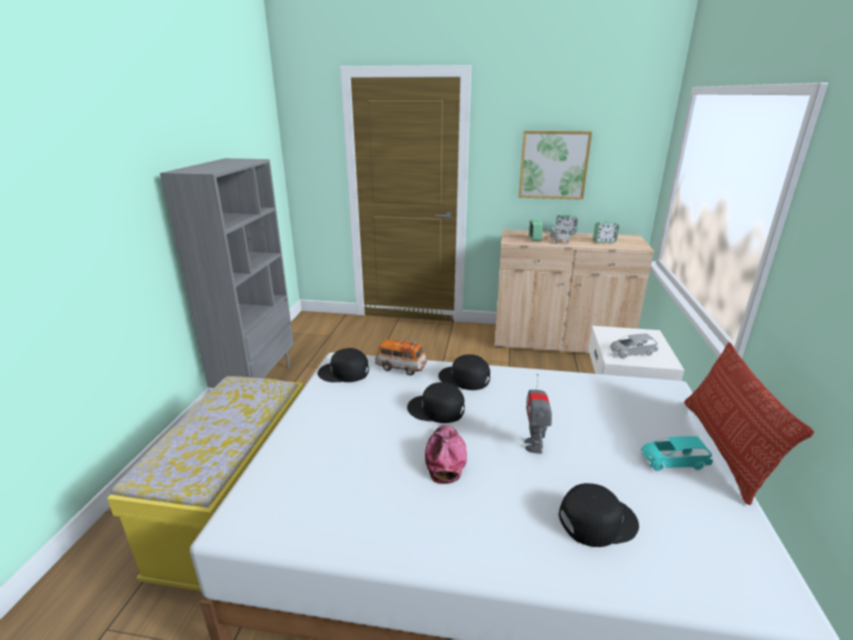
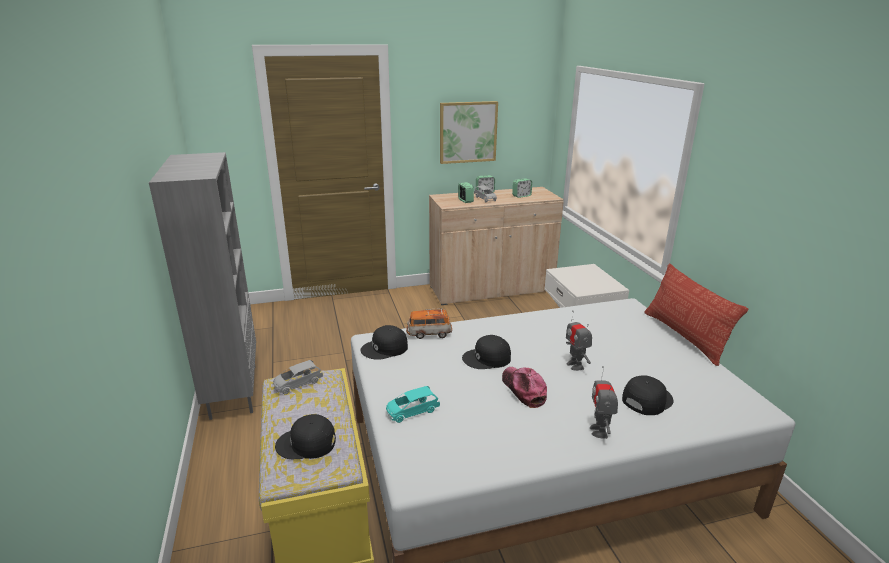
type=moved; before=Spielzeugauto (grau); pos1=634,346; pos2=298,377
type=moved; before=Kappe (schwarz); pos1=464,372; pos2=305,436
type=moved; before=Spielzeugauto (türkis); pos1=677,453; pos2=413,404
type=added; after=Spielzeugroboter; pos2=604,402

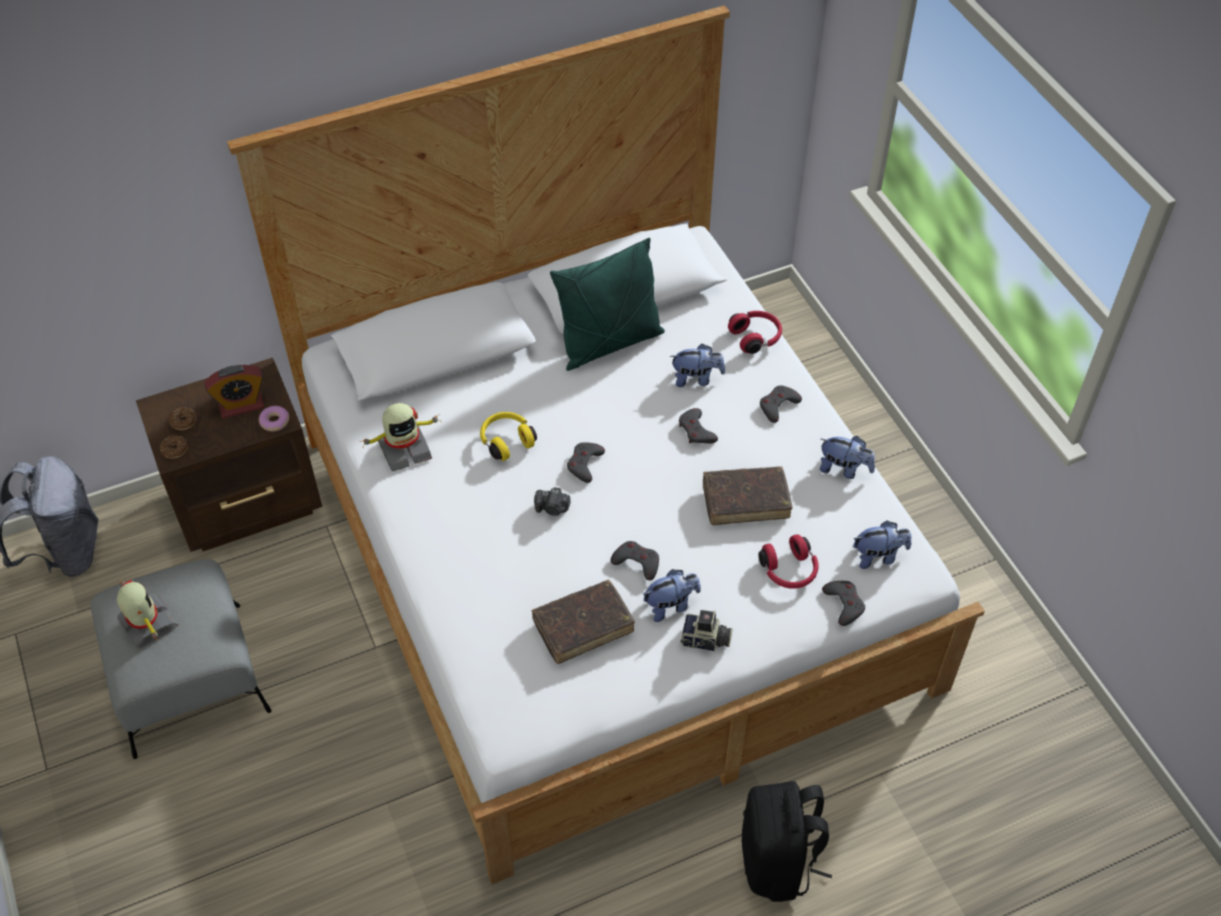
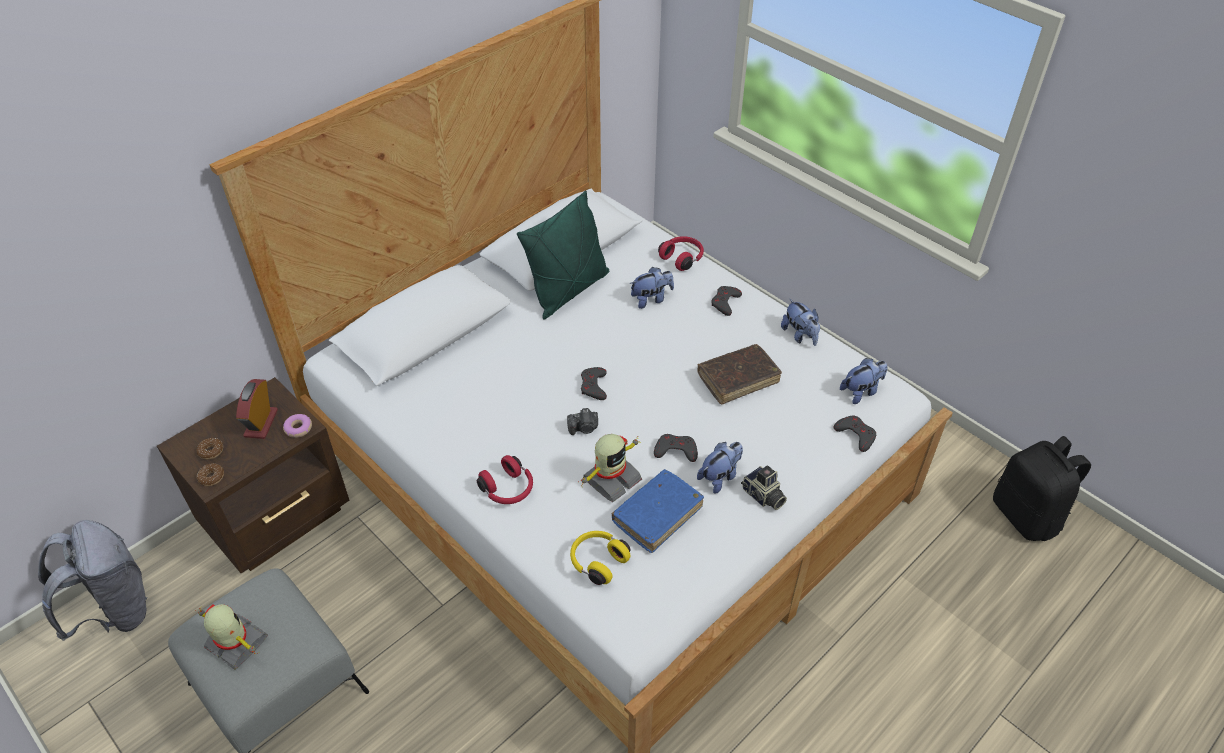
type=turned; before=Wecker; pos1=234,391; pos2=257,409; turn=135
type=moved; before=Spielzeugroboter; pos1=400,437; pos2=610,468
type=removed; before=Gamepad (grau); pos1=698,425
type=moved; before=Kopfhörer (gelb); pos1=508,436; pos2=600,558
type=turned; before=Plüschtier; pos1=847,457; pos2=800,322; turn=60
type=moved; before=Kopfhörer (rot); pos1=788,561; pos2=505,479
type=recoloured; before=Buch (braun); after=Buch (blau); pos1=583,622; pos2=658,511
type=turned; before=Kamera; pos1=707,630; pos2=764,487; turn=60
type=moved; before=Rucksack (schwarz); pos1=786,841; pos2=1042,488

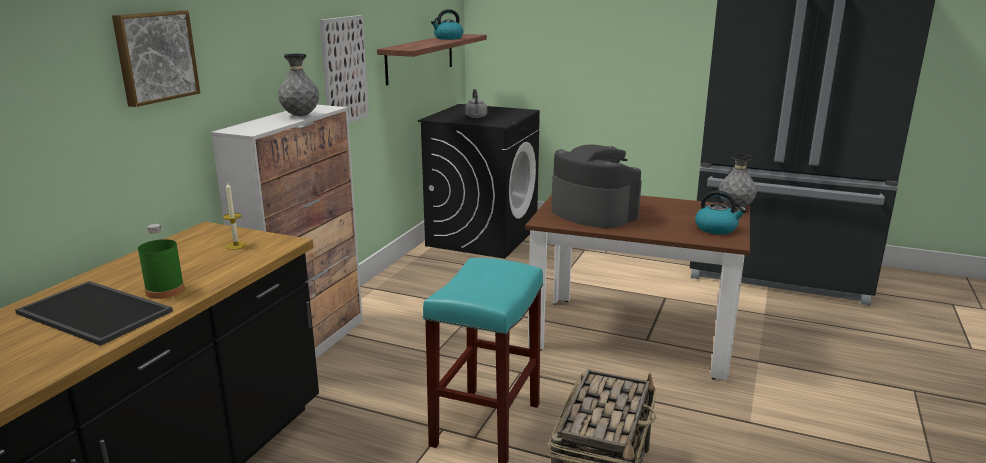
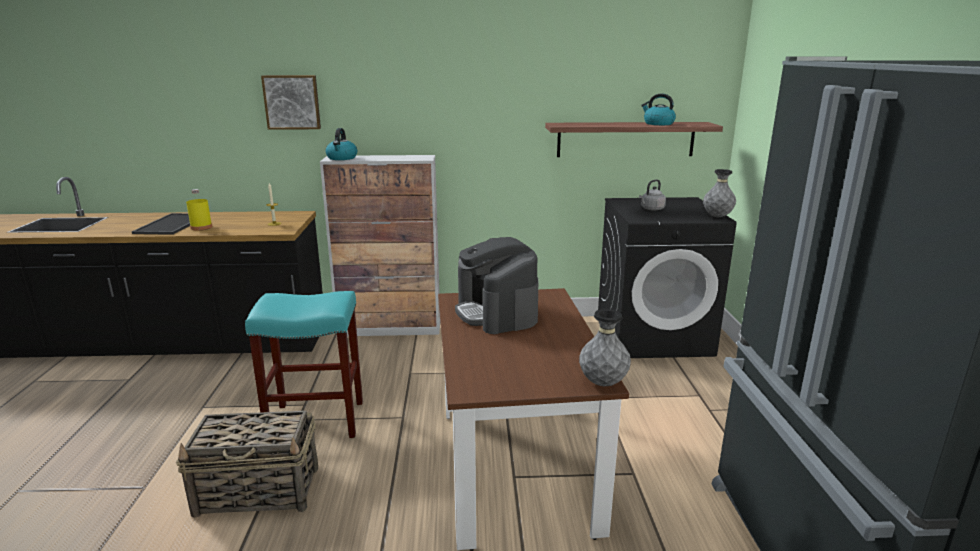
type=removed; before=Bild; pos1=344,69
type=moved; before=Vase (grau); pos1=298,84; pos2=719,193
type=turned; before=Kaffeemaschine; pos1=596,186; pos2=496,285; turn=135
type=moved; before=Wasserkessel; pos1=721,213; pos2=341,144
type=recoloured; before=Flasche (grün); after=Flasche (gelb); pos1=161,261; pos2=199,210

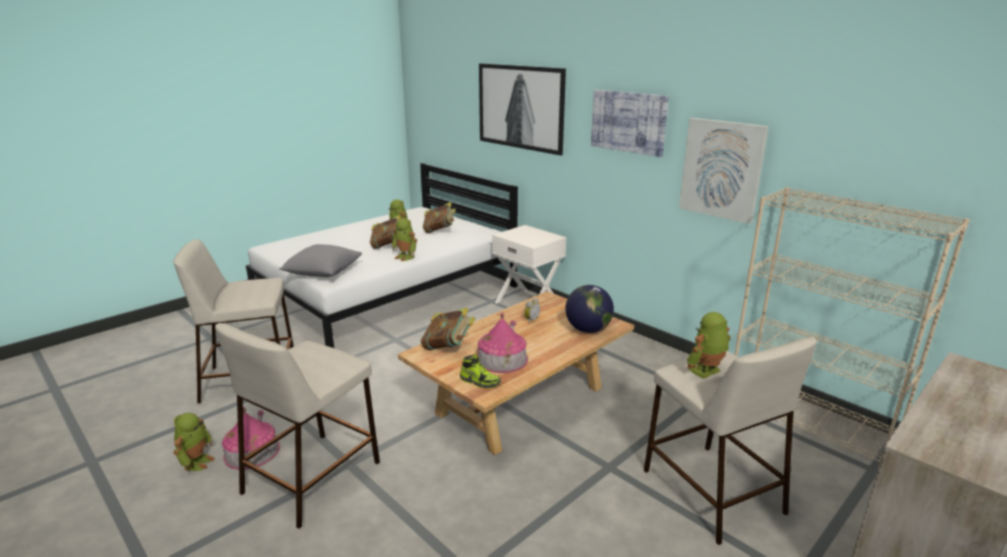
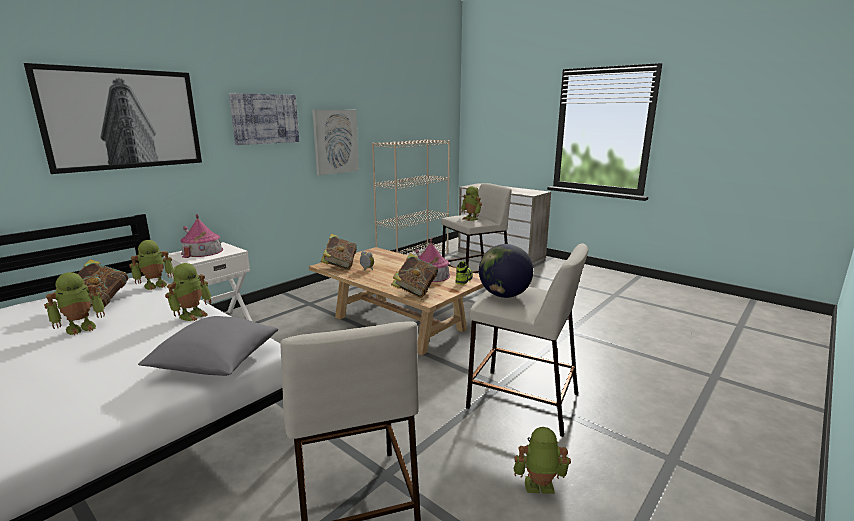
type=moved; before=Buch; pos1=385,232; pos2=339,252
type=moved; before=Globus; pos1=589,309; pos2=506,271
type=moved; before=Spielzeughaus; pos1=251,438; pos2=201,236
type=added; after=Spielzeugroboter; pos2=151,265

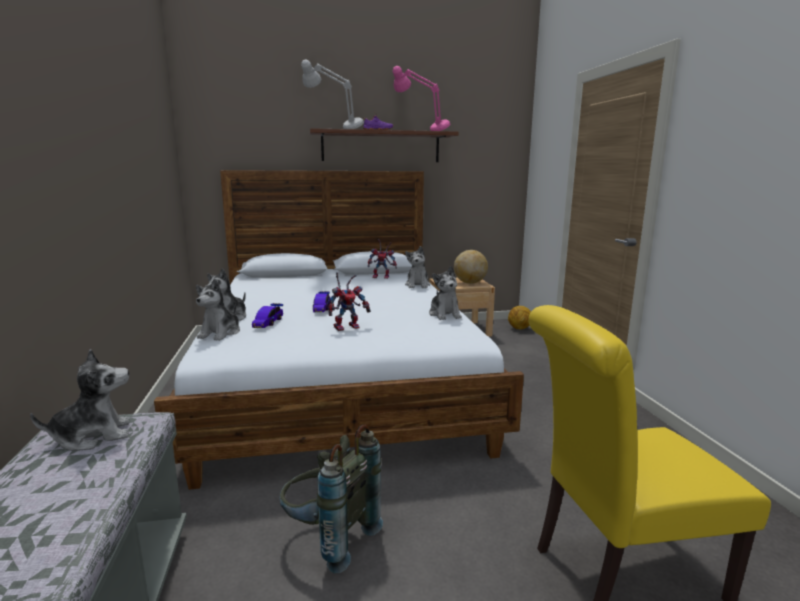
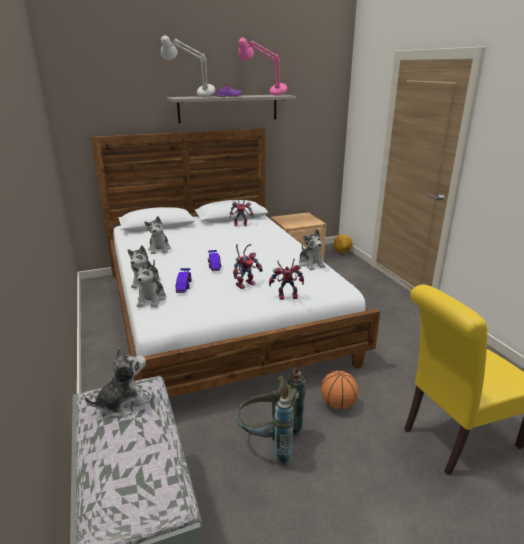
type=recoloured; before=Wandregal (braun); after=Wandregal (grau); pos1=384,145; pos2=231,108
type=moved; before=Plüschtier; pos1=417,267; pos2=157,235
type=removed; before=Globus; pos1=471,267
type=added; after=Spielzeugroboter; pos2=286,279
type=added; after=Basketball; pos2=339,390

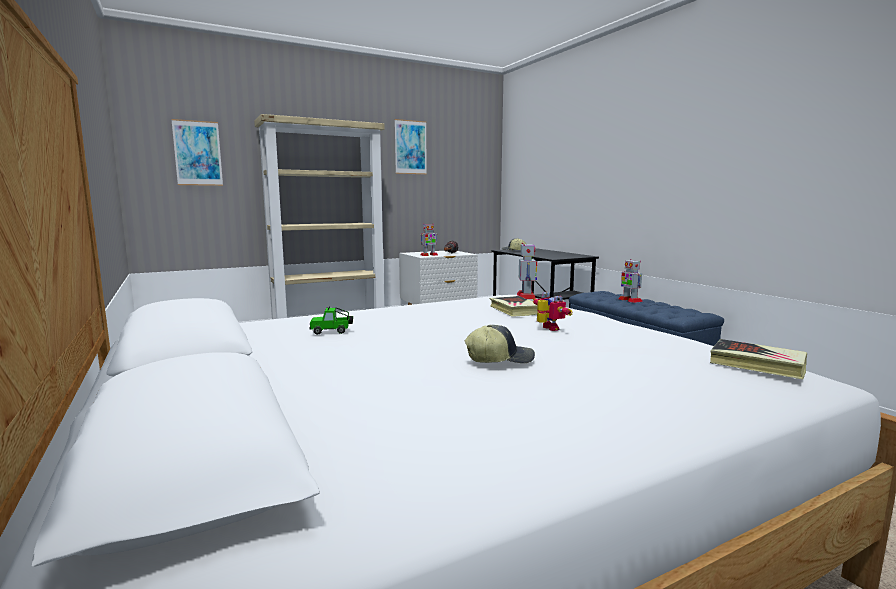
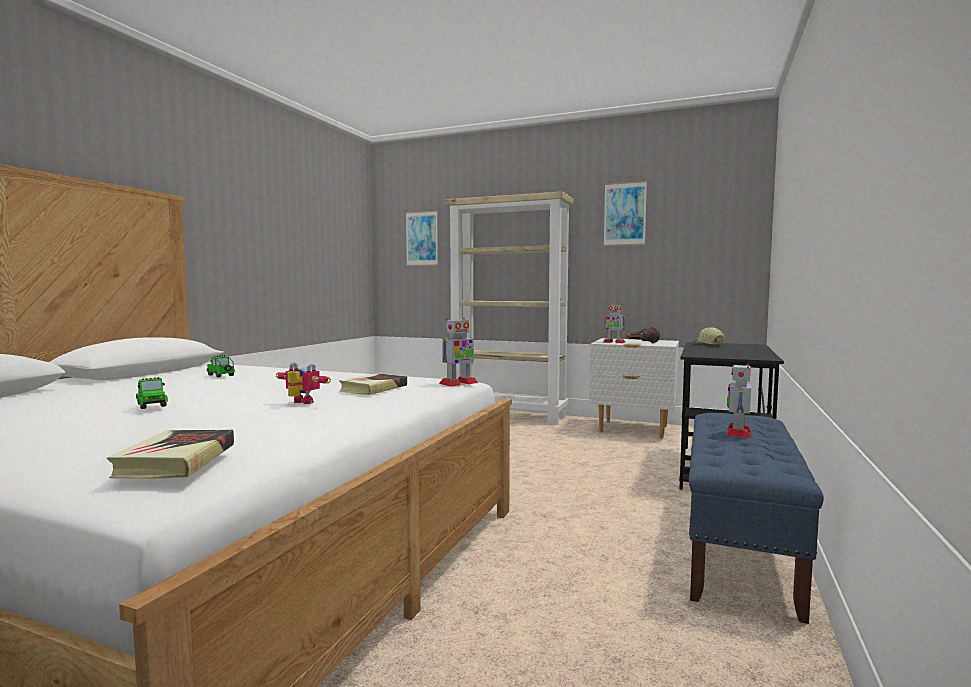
type=turned; before=Spielzeugroboter; pos1=552,311; pos2=303,383; turn=-90
type=replaced; before=Kappe; after=Spielzeugauto; pos1=499,344; pos2=152,393

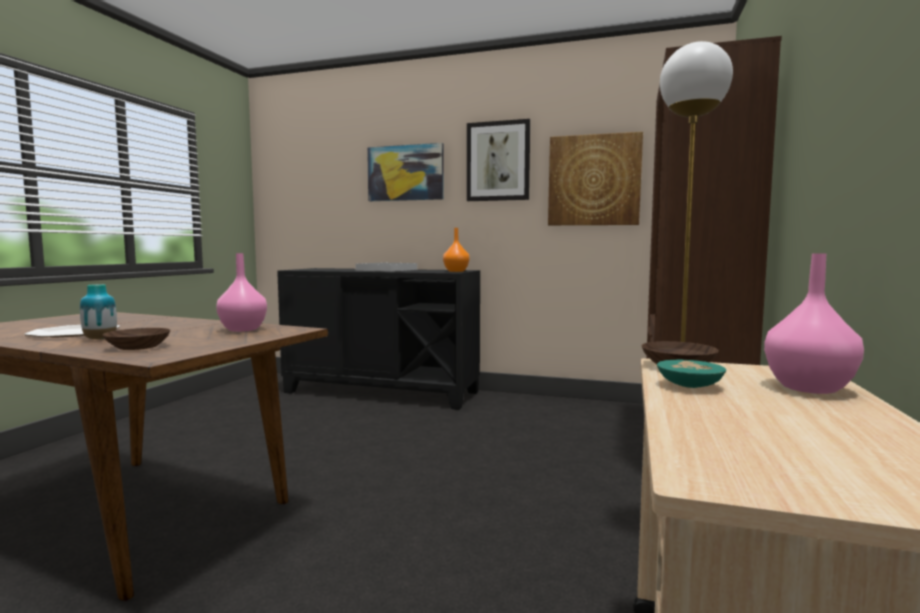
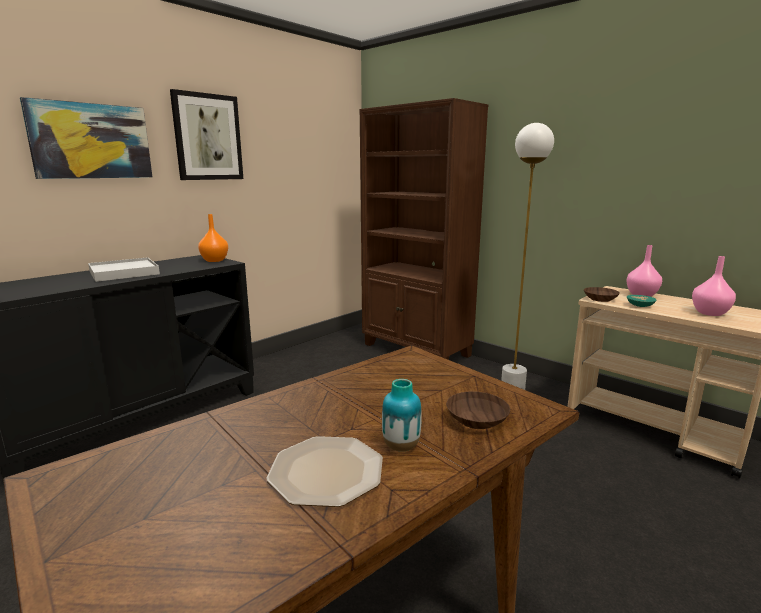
type=removed; before=Bild; pos1=595,178
type=moved; before=Vase (rosa); pos1=241,292; pos2=714,286

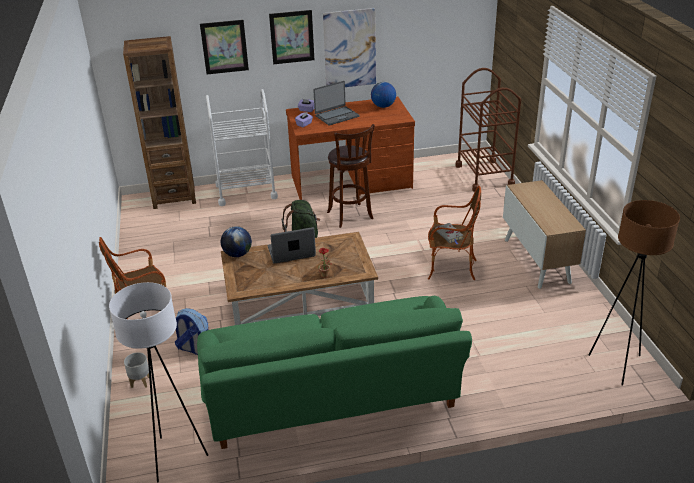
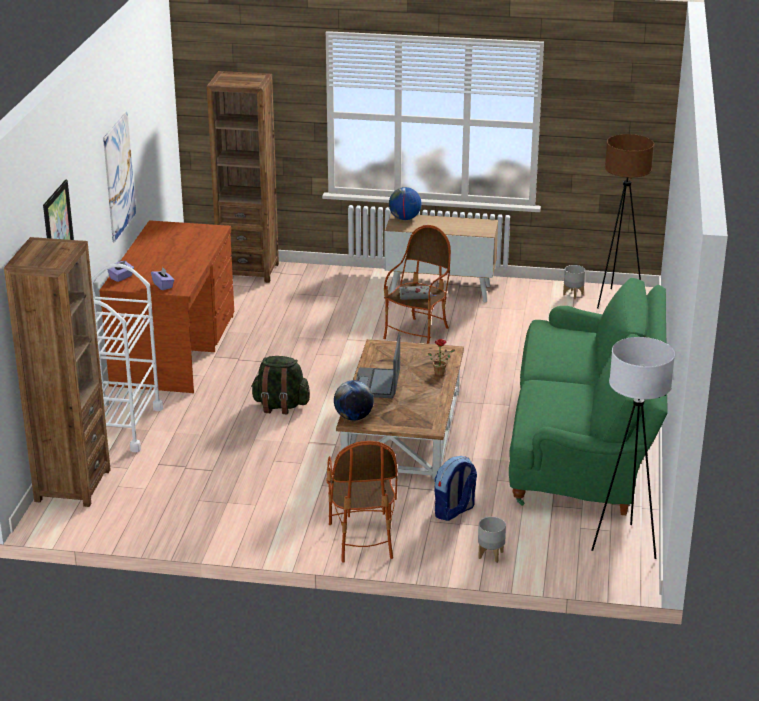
type=removed; before=Bild; pos1=291,37
type=replaced; before=Rollwagen (braun); after=Bücherregal (braun); pos1=488,130; pos2=243,177
type=removed; before=Laptop; pos1=336,103
type=moved; before=Globus; pos1=383,95; pos2=405,203
type=removed; before=Hocker (braun); pos1=351,176
type=added; after=Pflanzkübel (grau); pos2=574,282

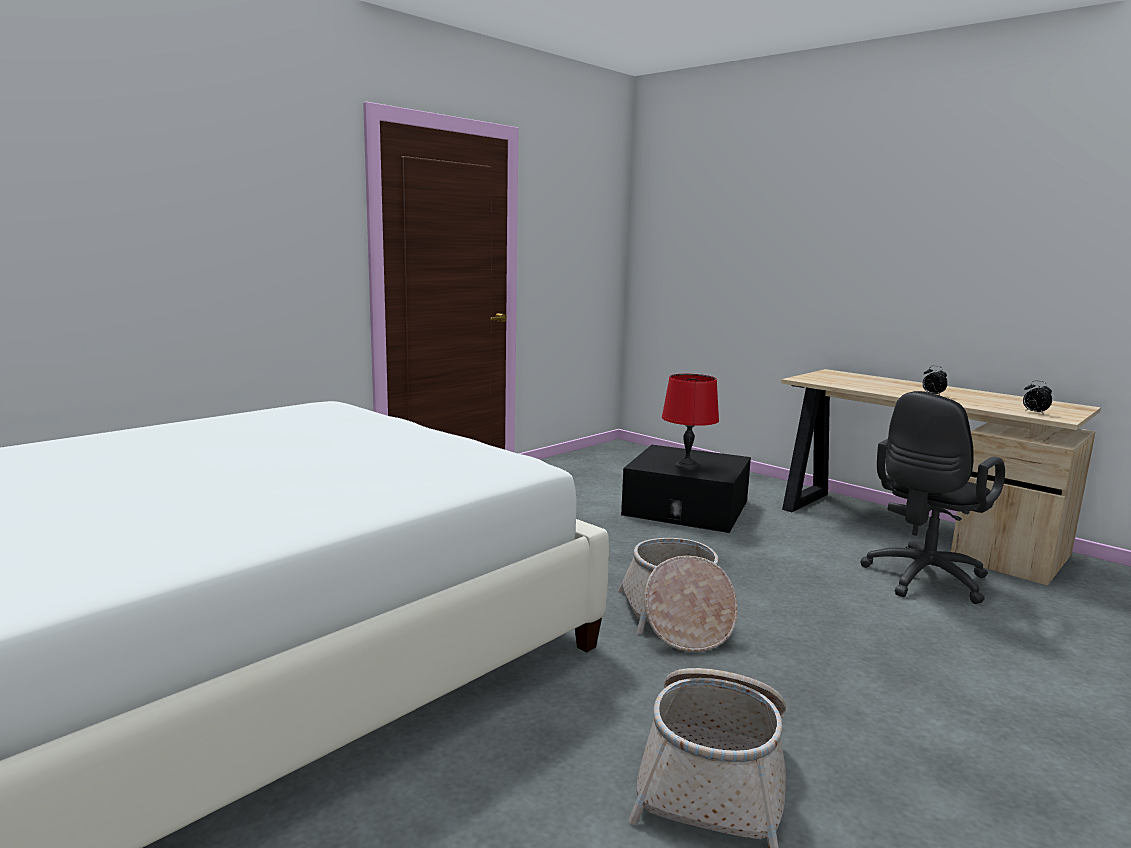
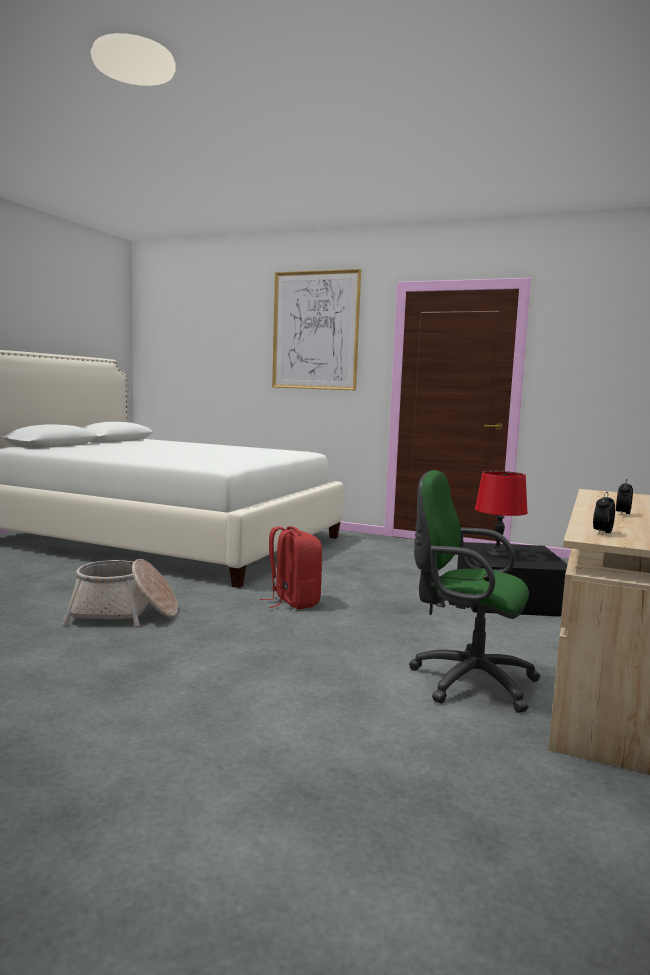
type=recoloured; before=Bürostuhl (schwarz); after=Bürostuhl (grün); pos1=932,497; pos2=475,591
type=replaced; before=Korb; after=Rucksack (rot); pos1=678,595; pos2=291,567
type=added; after=Bild; pos2=316,330

